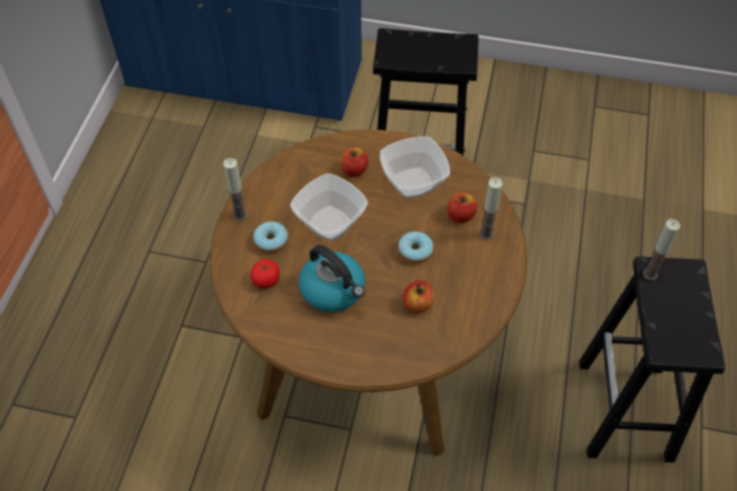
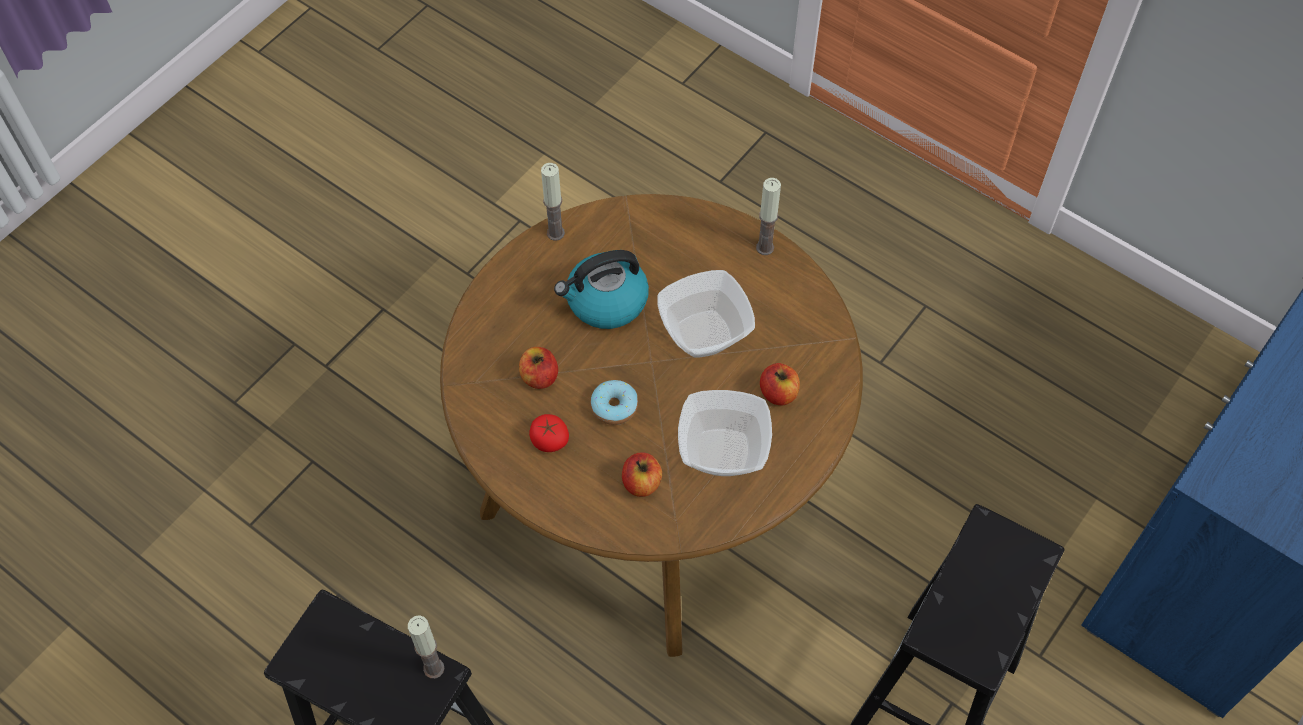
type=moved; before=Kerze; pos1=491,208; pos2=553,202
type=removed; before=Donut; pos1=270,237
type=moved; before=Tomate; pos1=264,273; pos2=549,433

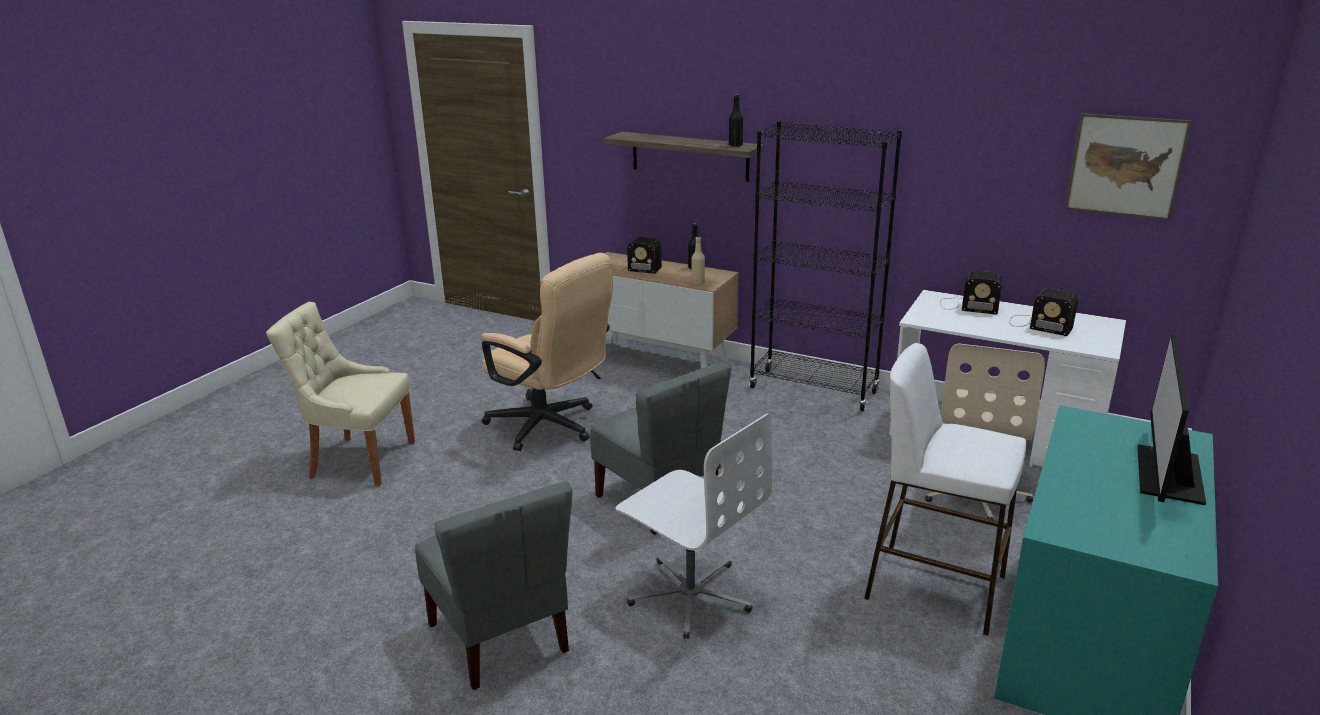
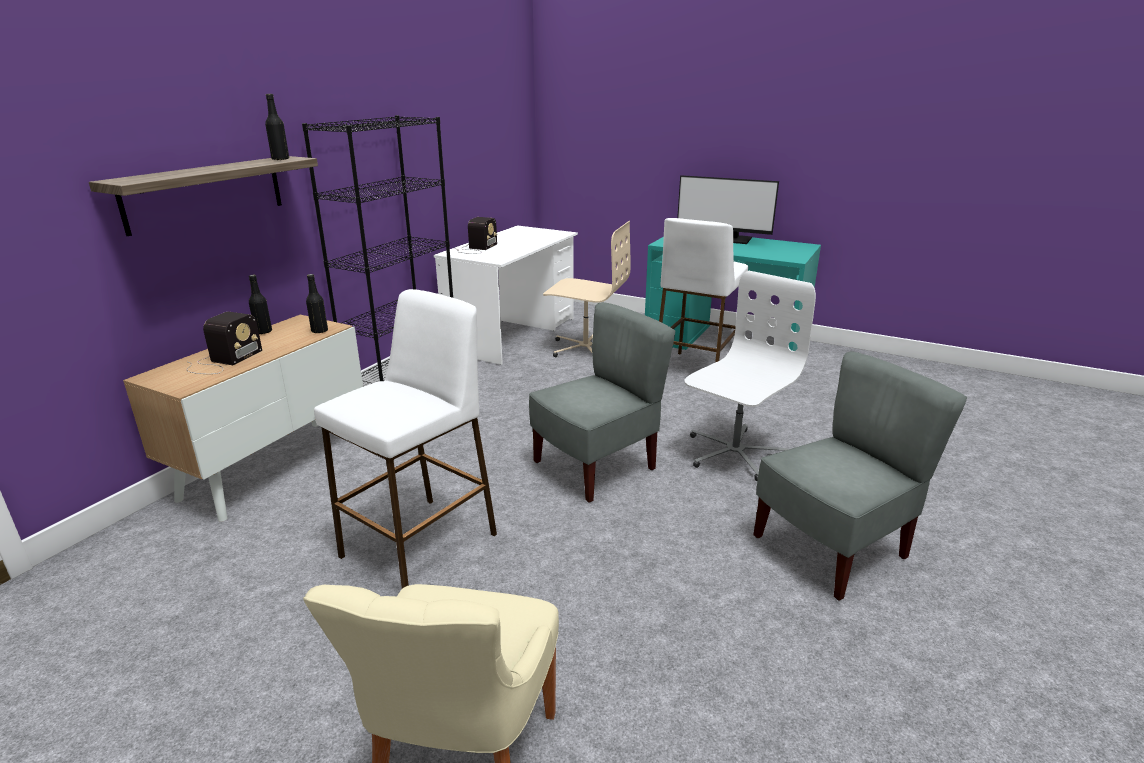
type=removed; before=Bild; pos1=1128,167
type=recoloured; before=Flasche (beige); after=Flasche (schwarz); pos1=698,260; pos2=317,304
type=replaced; before=Bürostuhl (beige); after=Hocker (weiß); pos1=547,352; pos2=405,439
type=removed; before=Radio; pos1=1044,312

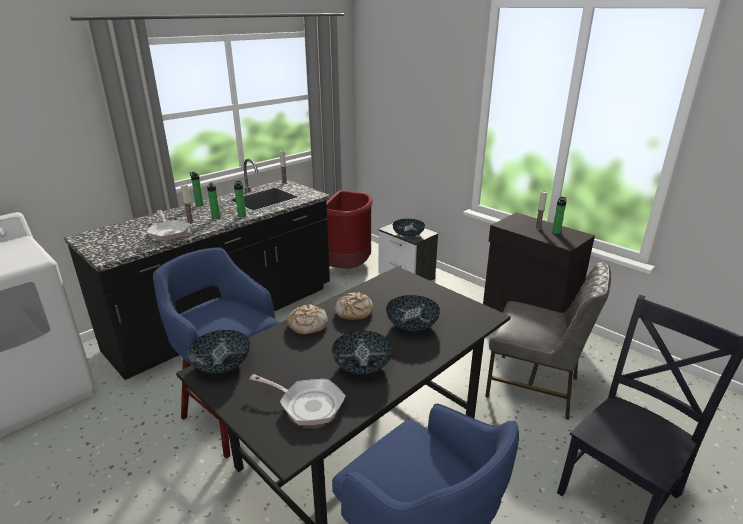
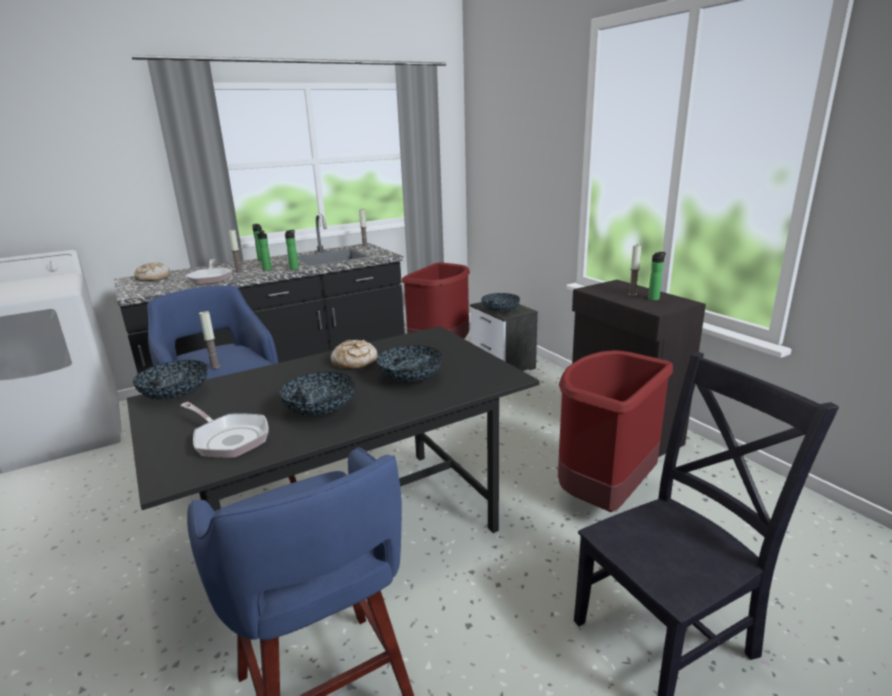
type=replaced; before=Stuhl (grau); after=Mülleimer (rot); pos1=548,341; pos2=615,431
type=moved; before=Brot; pos1=307,319; pos2=152,271
type=added; after=Kerze; pos2=209,340

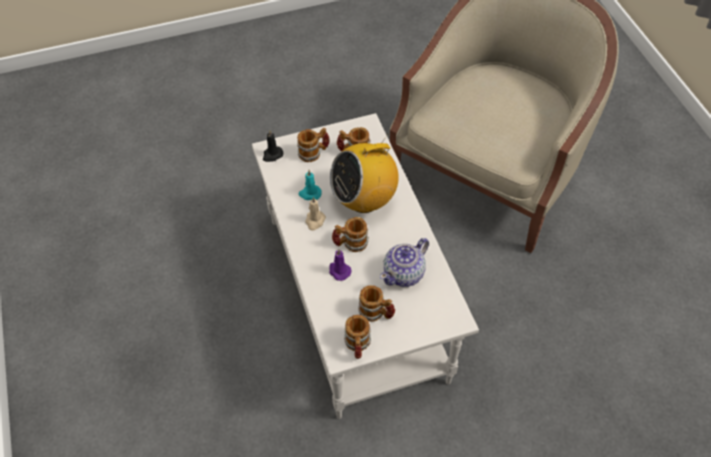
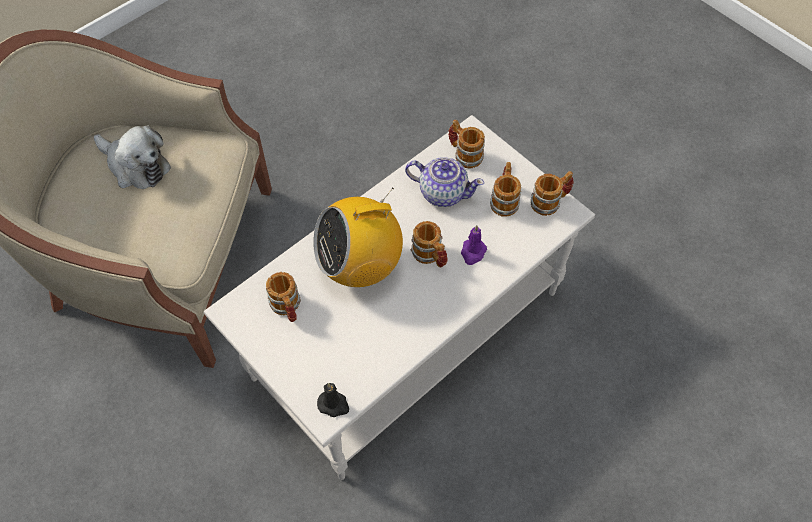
type=moved; before=Henkelbecher; pos1=313,145; pos2=466,144
type=turned; before=Radio; pos1=364,173; pos2=358,237; turn=120
type=removed; before=Kerze (türkis); pos1=310,185
type=removed; before=Kerze (beige); pos1=315,214
type=added; after=Plüschtier; pos2=132,157

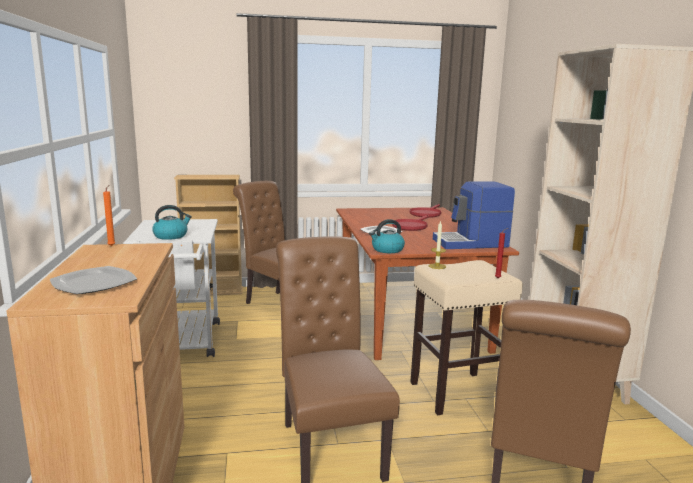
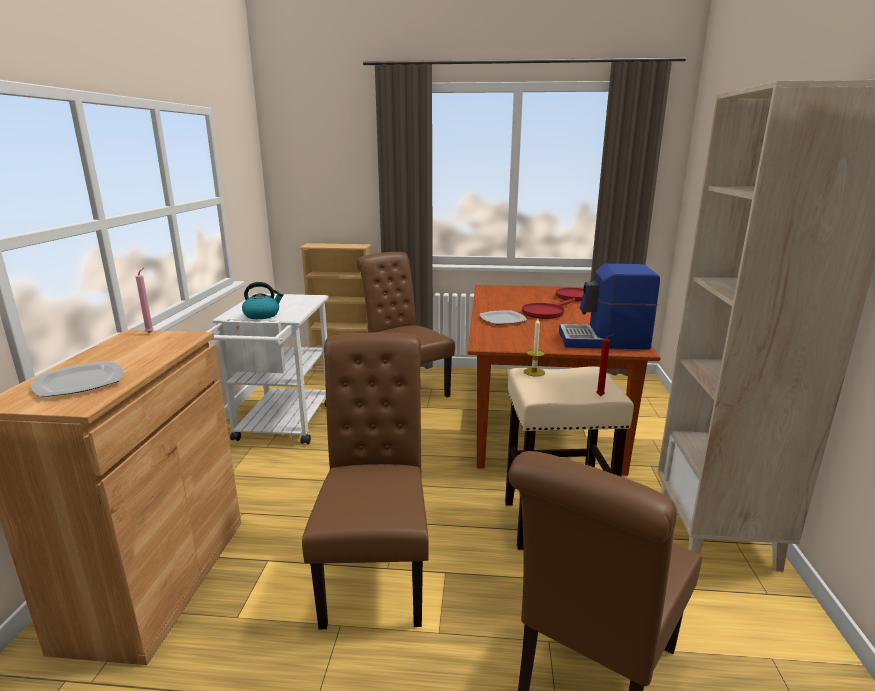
type=recoloured; before=Kerze (orange); after=Kerze (rosa); pos1=109,215; pos2=144,300
type=removed; before=Wasserkessel; pos1=387,236

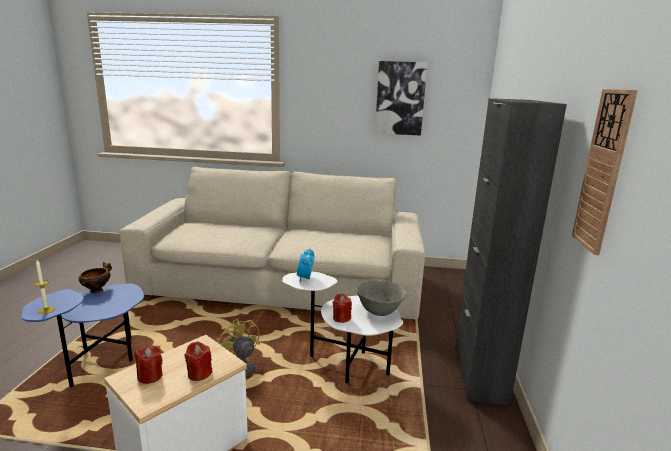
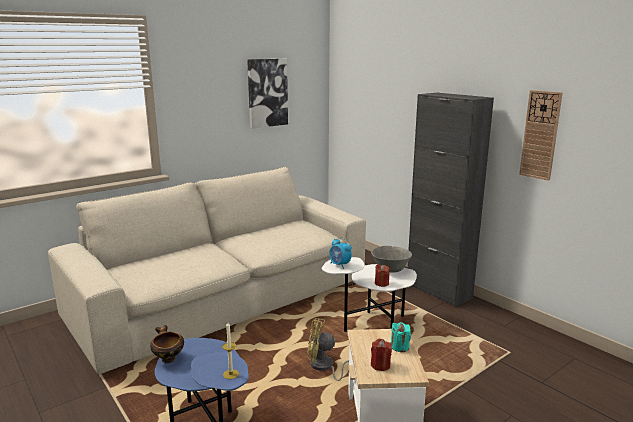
type=recoloured; before=Kerze (rot); after=Kerze (türkis); pos1=198,361; pos2=401,337

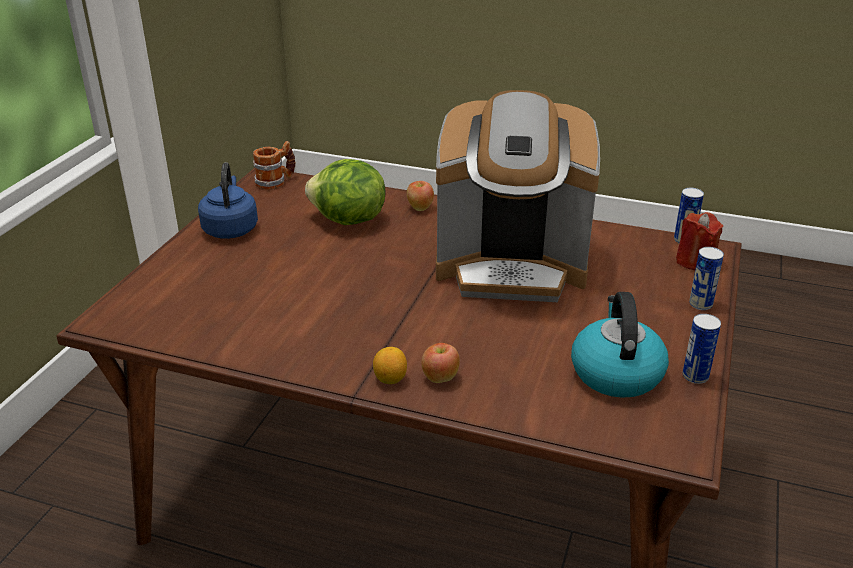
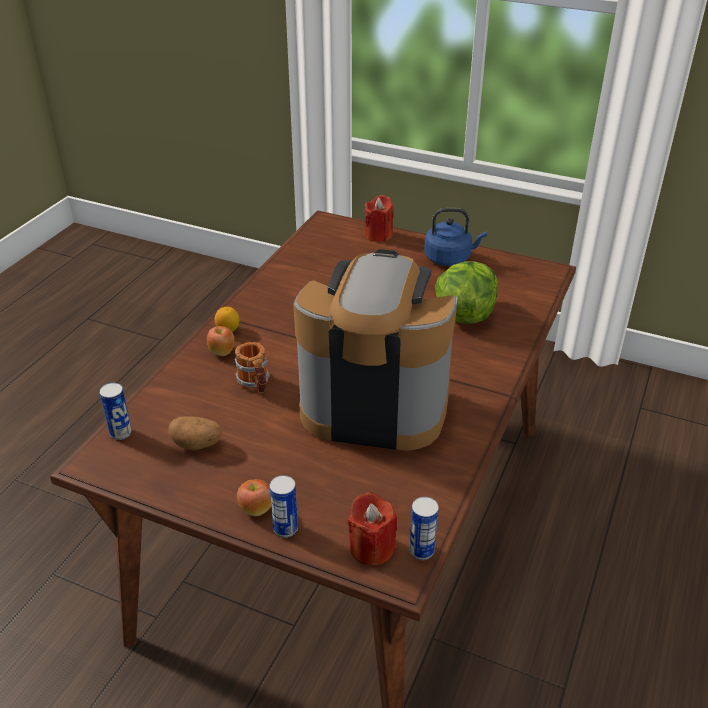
type=turned; before=Kaffeemaschine; pos1=518,196; pos2=375,350; turn=90
type=moved; before=Henkelbecher; pos1=274,165; pos2=252,368
type=moved; before=Apfel; pos1=420,196; pos2=254,497
type=replaced; before=Wasserkessel; after=Kartoffel; pos1=620,345; pos2=195,433
type=moved; before=Dose; pos1=702,349; pos2=115,411
type=added; after=Kerze (rot); pos2=379,218

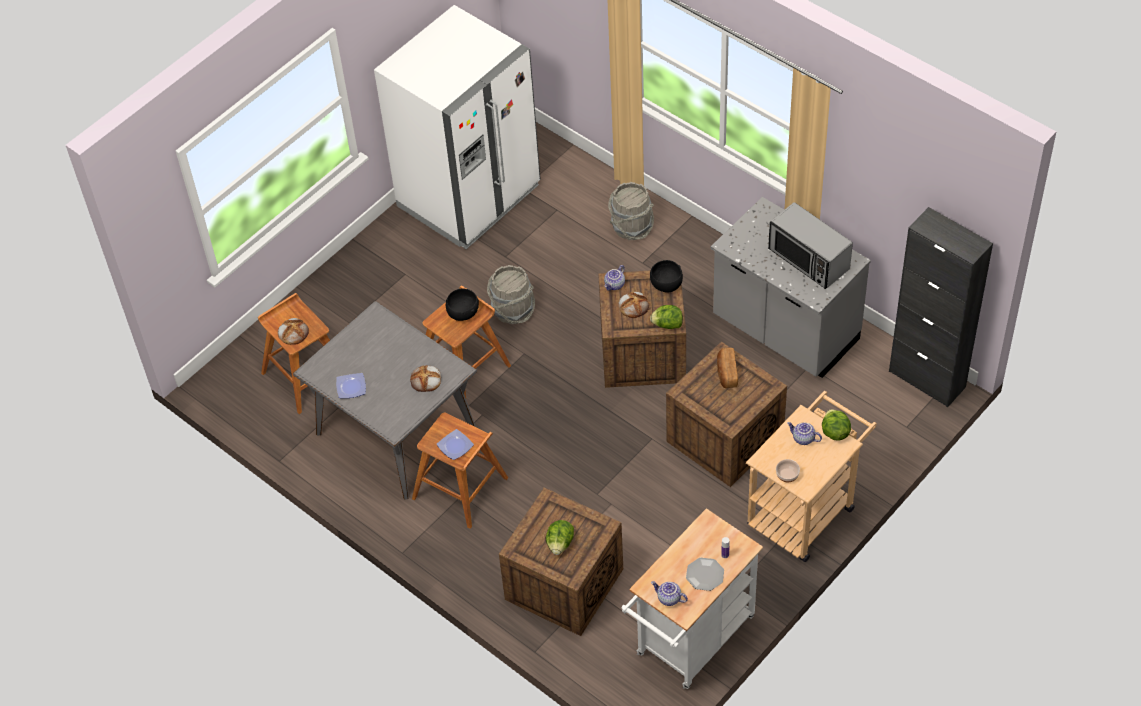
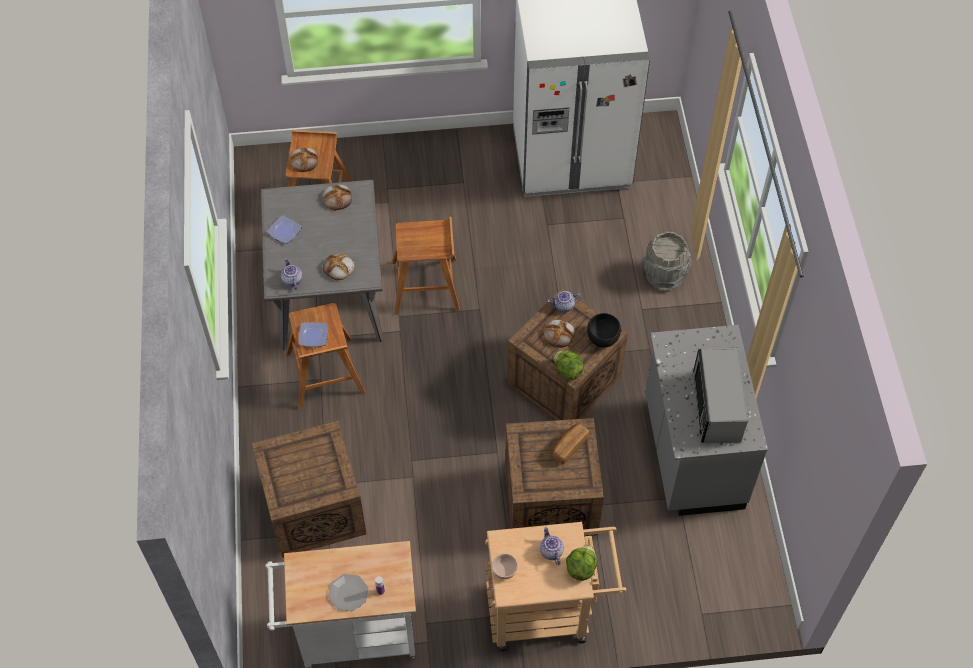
type=removed; before=Schrank (schwarz); pos1=941,307
type=removed; before=Eimer (grau); pos1=511,294
type=removed; before=Schüssel (schwarz); pos1=462,305
type=removed; before=Salatkopf; pos1=560,537
type=moved; before=Teekanne; pos1=669,593; pos2=291,274
type=added; after=Brot; pos2=337,197

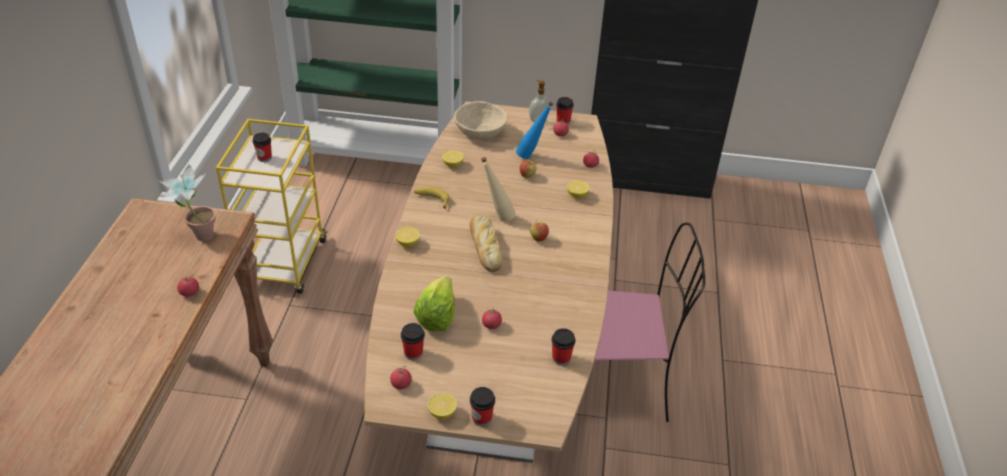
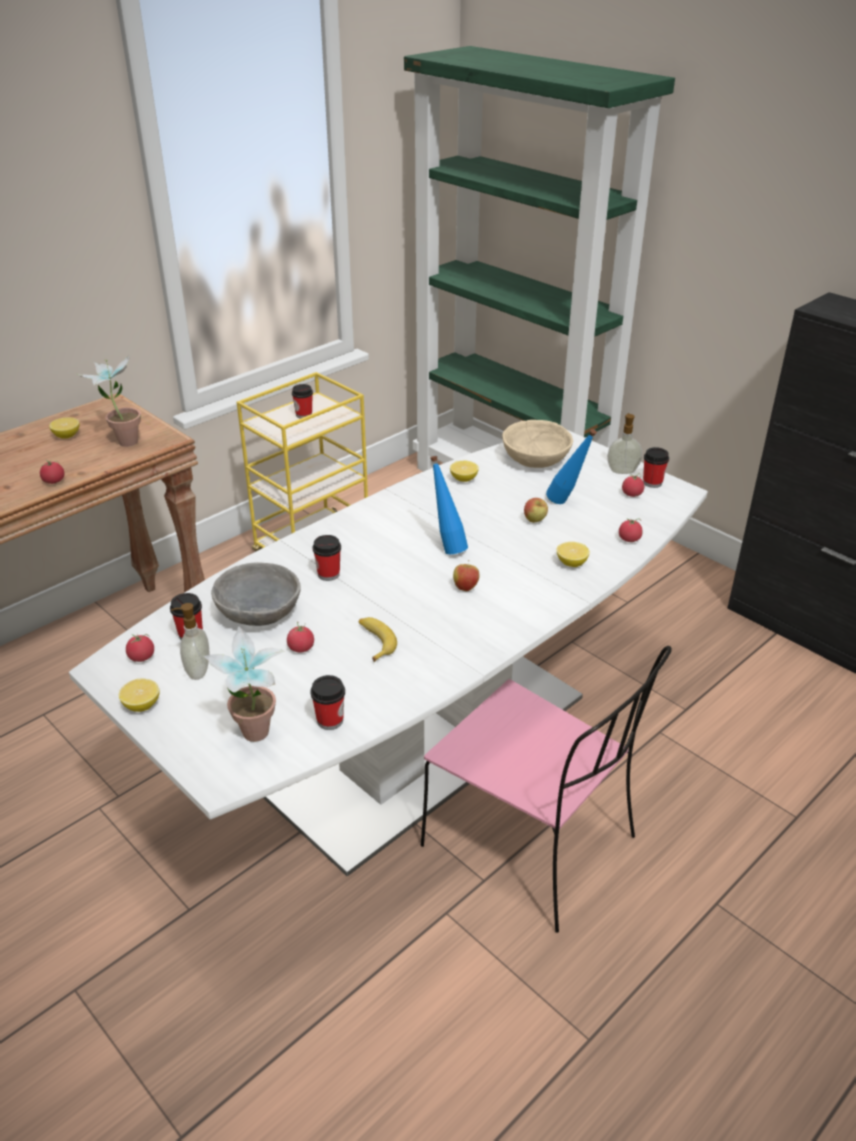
type=recoloured; before=Esstisch (braun); after=Esstisch (weiß); pos1=488,282; pos2=388,652
type=recoloured; before=Flasche (beige); after=Flasche (blau); pos1=498,189; pos2=449,505
type=moved; before=Banane; pos1=432,197; pos2=378,639
type=removed; before=Brot; pos1=486,243
type=moved; before=Zitrone; pos1=407,237; pos2=64,428
type=replaced; before=Salatkopf; after=Schüssel (grau); pos1=434,304; pos2=256,594
type=moved; before=Tasse; pos1=482,406; pos2=327,558
type=added; after=Seifenspender; pos2=190,641
type=added; after=Topfpflanze; pos2=244,684

